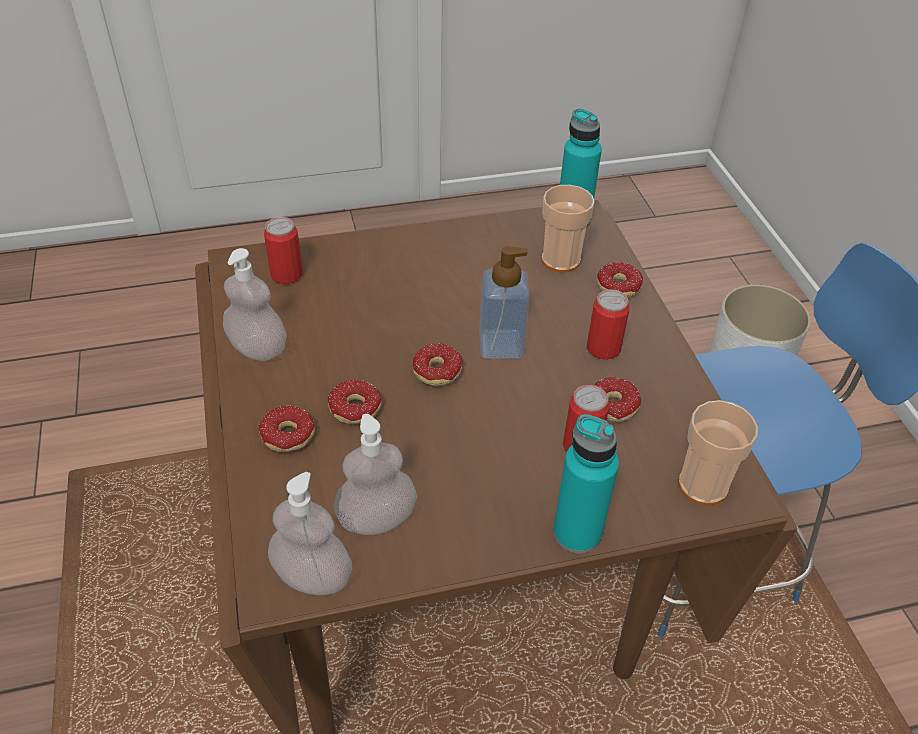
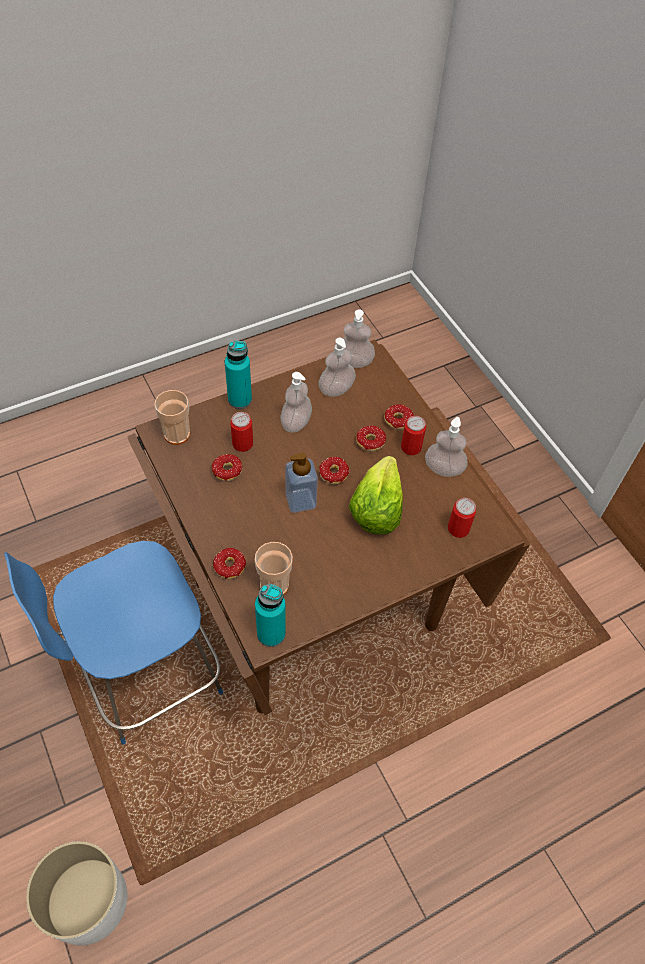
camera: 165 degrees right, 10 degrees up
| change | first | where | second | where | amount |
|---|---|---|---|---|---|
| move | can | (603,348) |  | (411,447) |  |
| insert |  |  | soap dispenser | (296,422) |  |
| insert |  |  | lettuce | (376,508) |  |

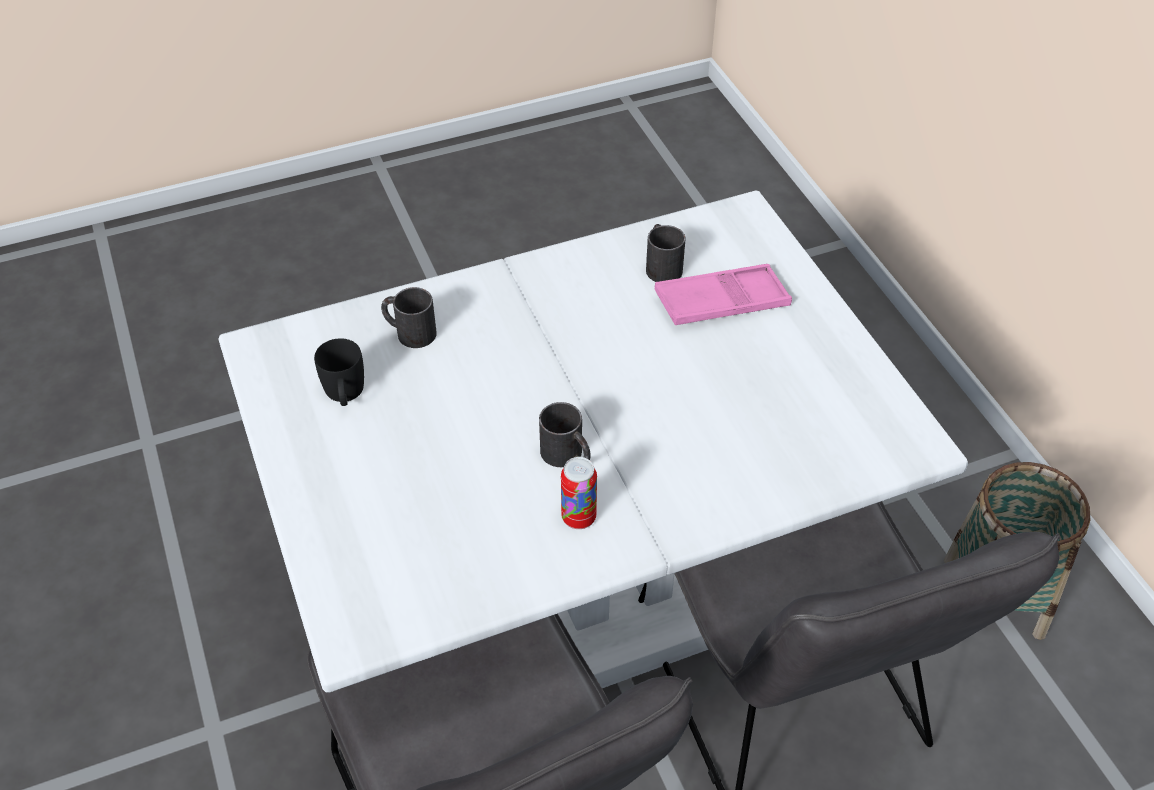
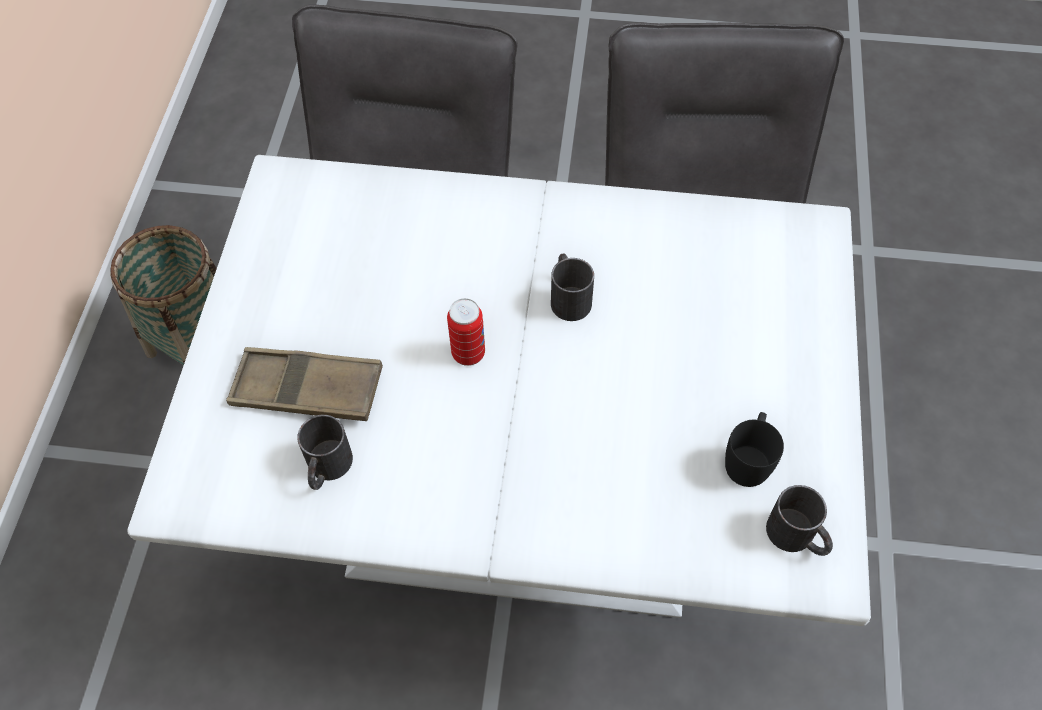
camera: 150 degrees left, 10 degrees up
| change | first | where | second | where | amount |
|---|---|---|---|---|---|
| move | black mug | (409,332) |  | (797,537) |  |
| move | can | (578,517) |  | (468,353) |  |
| recolor | pink tray | (721,302) | brown tray | (307,390) |  |

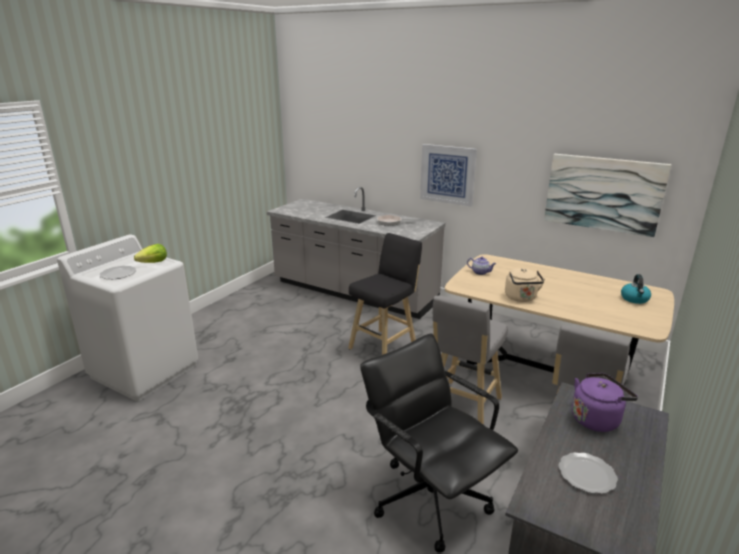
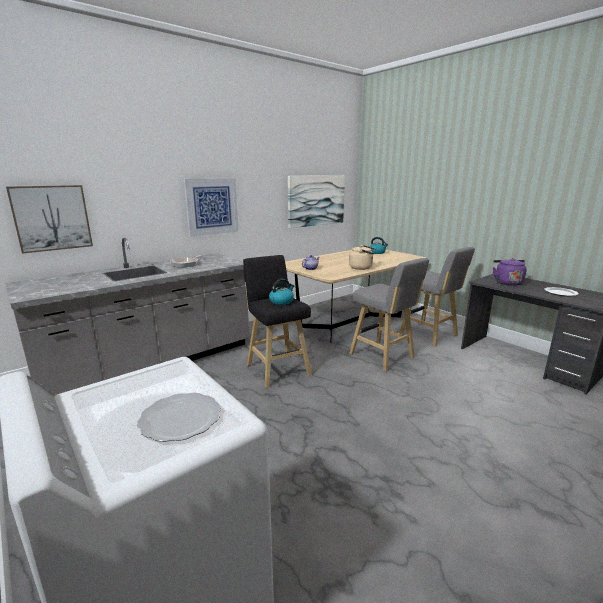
camera: 70 degrees left, 5 degrees down
| change | first | where | second | where | amount |
|---|---|---|---|---|---|
| delete | lettuce | (154,263) |  |  |  |
| delete | black office chair | (431,498) |  |  |  |
| insert |  |  | picture | (52,218) |  |
| insert |  |  | kettle | (281,301) |  |

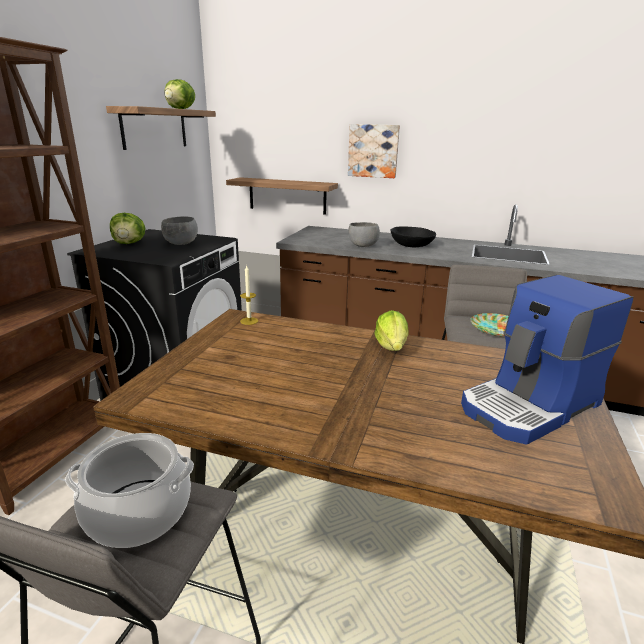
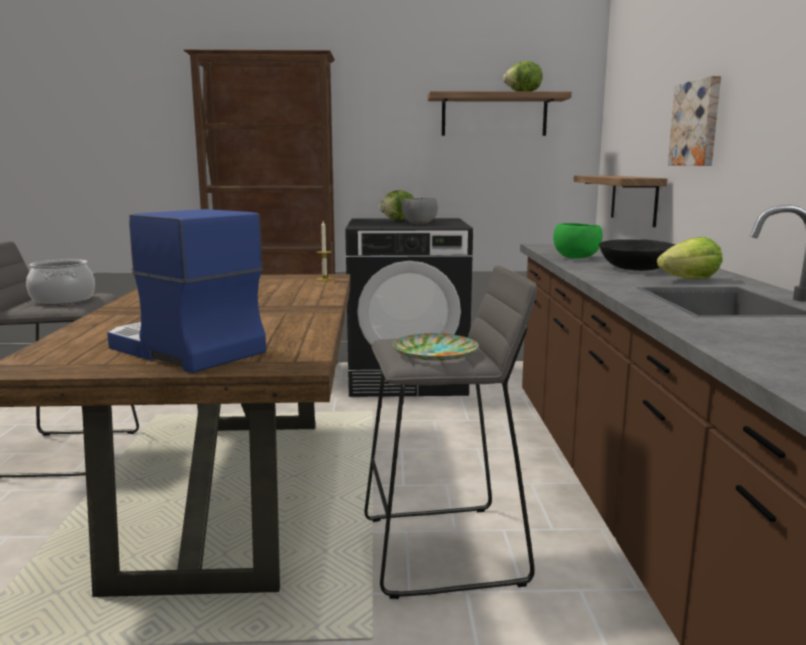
camera: 70 degrees right, 10 degrees down
| change | first | where | second | where | amount |
|---|---|---|---|---|---|
| recolor | grey bowl | (362,246) | green bowl | (575,258) |  |
| move | lettuce | (391,347) |  | (689,279) |  |

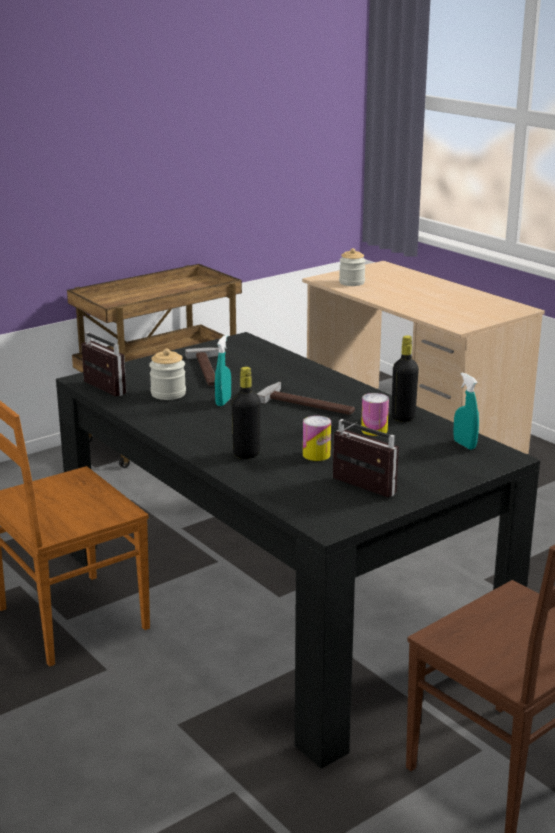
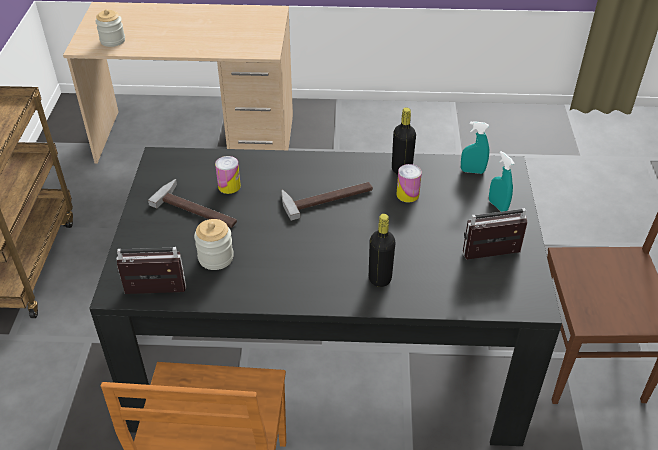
camera: 50 degrees left, 20 degrees up
| change | first | where | second | where | amount |
|---|---|---|---|---|---|
| move | turquoise spray bottle | (223,402) |  | (497,206) |  |
| move | can | (316,455) |  | (229,186) |  |

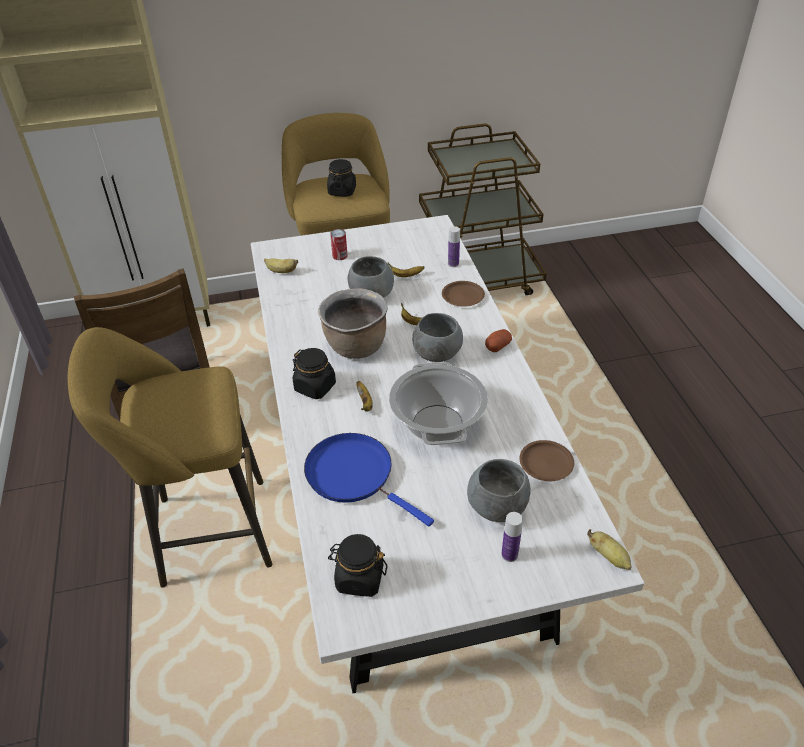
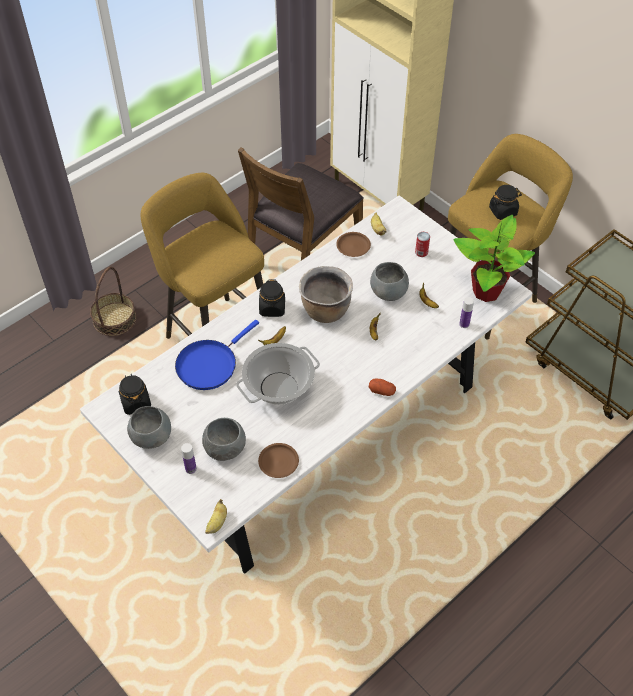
camera: 60 degrees right, 10 degrees up
| change | first | where | second | where | amount |
|---|---|---|---|---|---|
| rotate | blue frying pan | (354,475) |  | (209,364) | 150 degrees counterclockwise |
| move | grey bowl | (436,354) |  | (151,437) |  |
| move | brown plate | (462,296) |  | (353,246) |  |
| insert |  |  | basket | (114,319) |  |
| insert |  |  | potted plant | (486,291) |  |

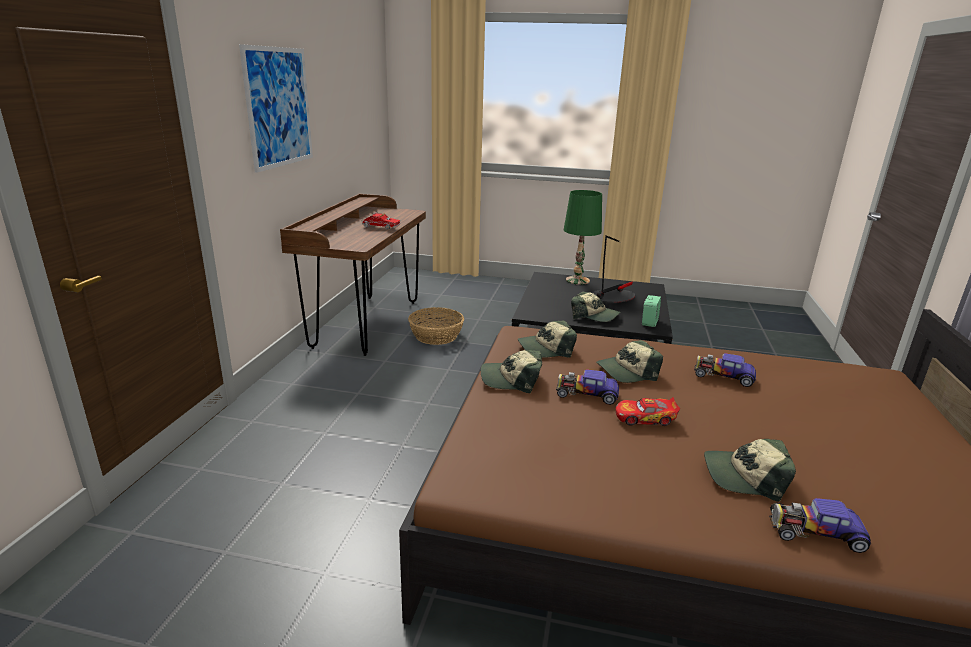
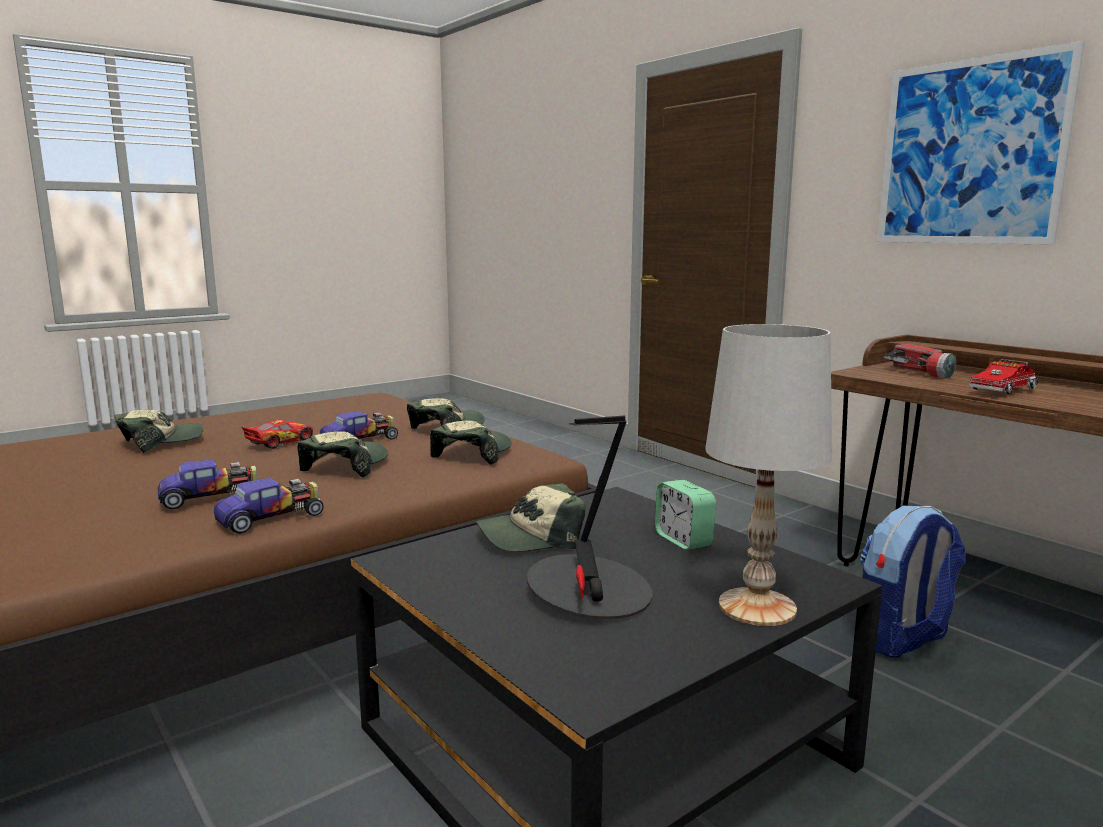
camera: 130 degrees right, 10 degrees down
| change | first | where | second | where | amount |
|---|---|---|---|---|---|
| replace | basket | (436,336) | backpack | (902,640) |  |
| recolor | green table lamp | (577,280) | white table lamp | (757,606) |  |
| move | alarm clock | (649,322) |  | (683,540) |  |
| move | toy car | (815,532) |  | (271,517) |  |
| insert |  |  | flashlight | (921,373) |  |

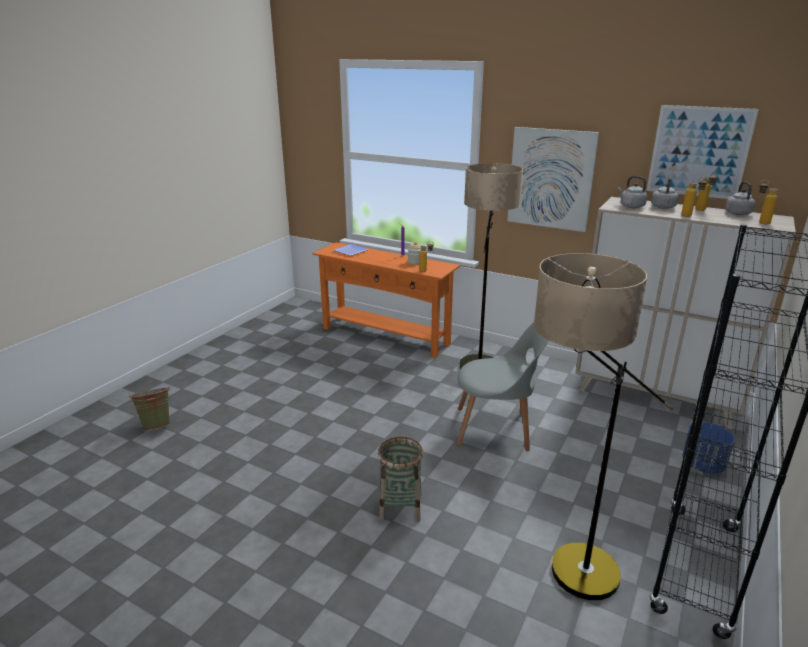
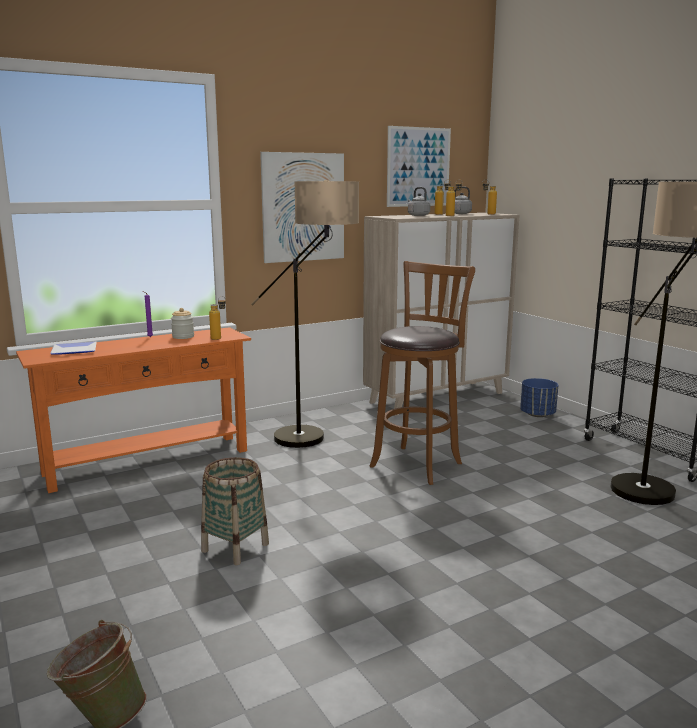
camera: 60 degrees left, 10 degrees down
| change | first | where | second | where | amount |
|---|---|---|---|---|---|
| move | basket | (400,507) |  | (235,547) |  |
| replace | grey chair | (496,429) | brown stool | (418,463) |  |
| delete | grey kettle | (630,206) |  |  |  |

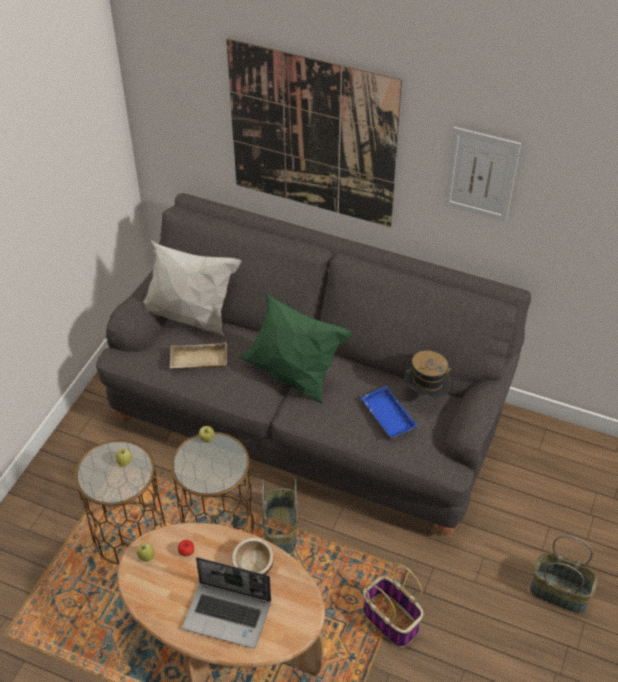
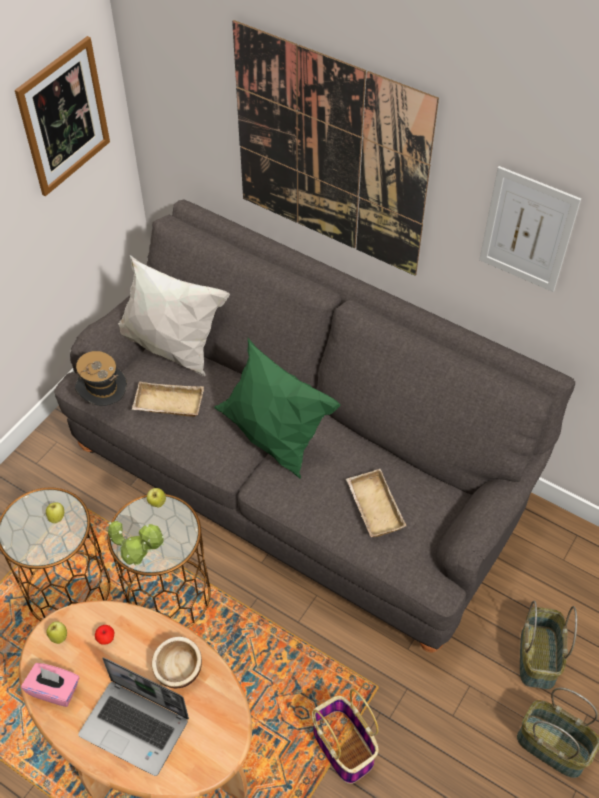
camera: 10 degrees right, 5 degrees up
| change | first | where | second | where | amount |
|---|---|---|---|---|---|
| move | basket | (281,530) |  | (539,657) |  |
| recolor | blue tray | (386,416) | beige tray | (372,506) |  |
| move | hat | (425,396) |  | (105,402) |  |
| insert |  |  | picture | (64,117) |  |
| insert |  |  | pink tissue box | (55,690) |  |
| insert |  |  | potted plant | (140,561) |  |

